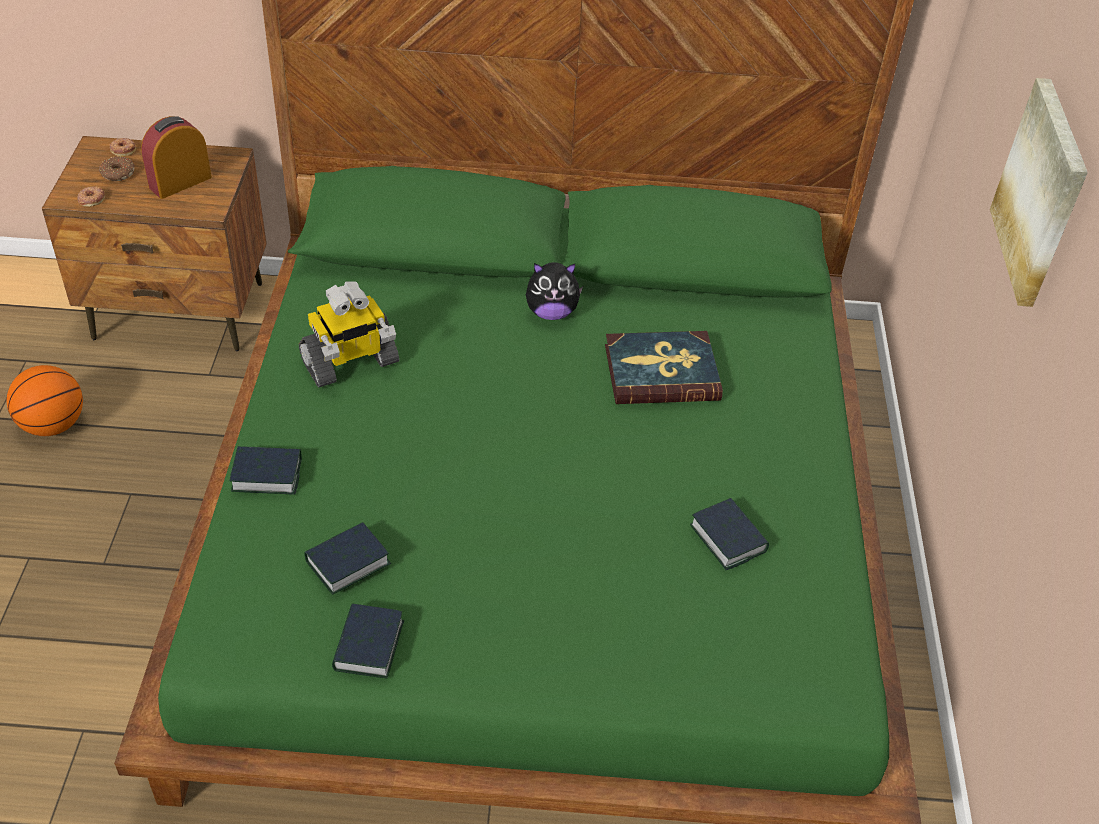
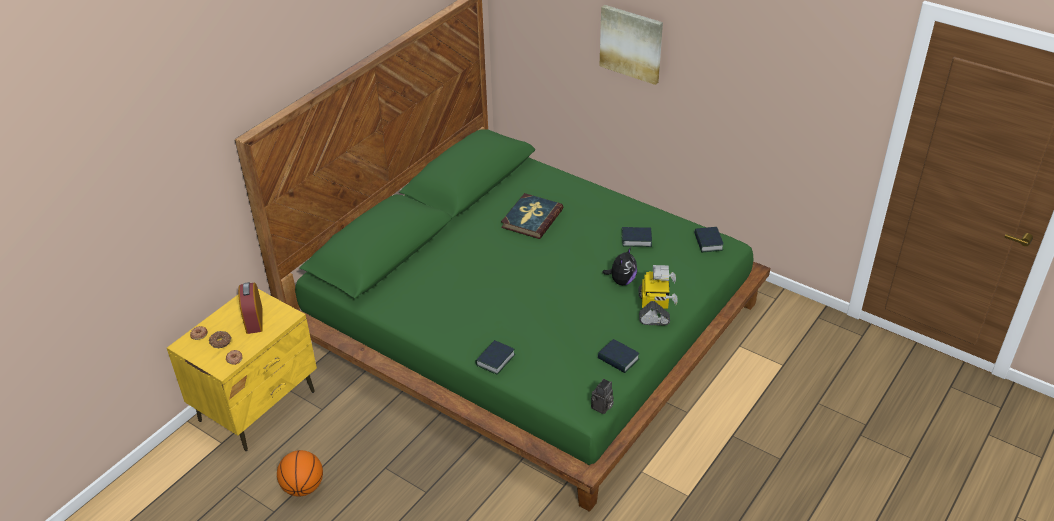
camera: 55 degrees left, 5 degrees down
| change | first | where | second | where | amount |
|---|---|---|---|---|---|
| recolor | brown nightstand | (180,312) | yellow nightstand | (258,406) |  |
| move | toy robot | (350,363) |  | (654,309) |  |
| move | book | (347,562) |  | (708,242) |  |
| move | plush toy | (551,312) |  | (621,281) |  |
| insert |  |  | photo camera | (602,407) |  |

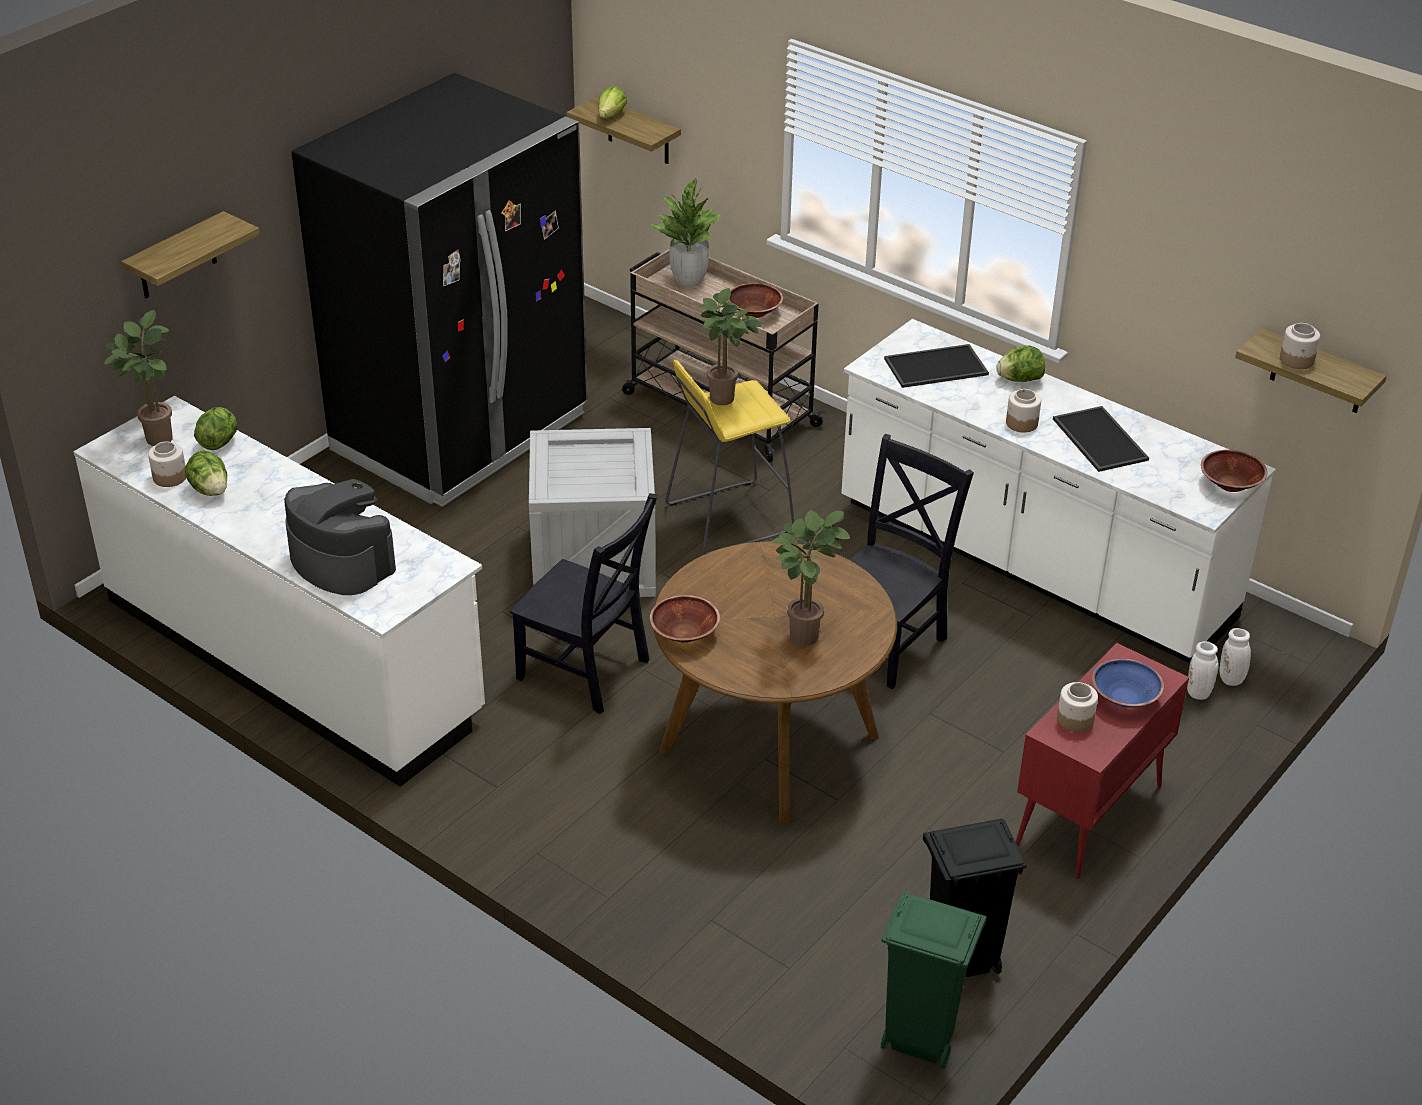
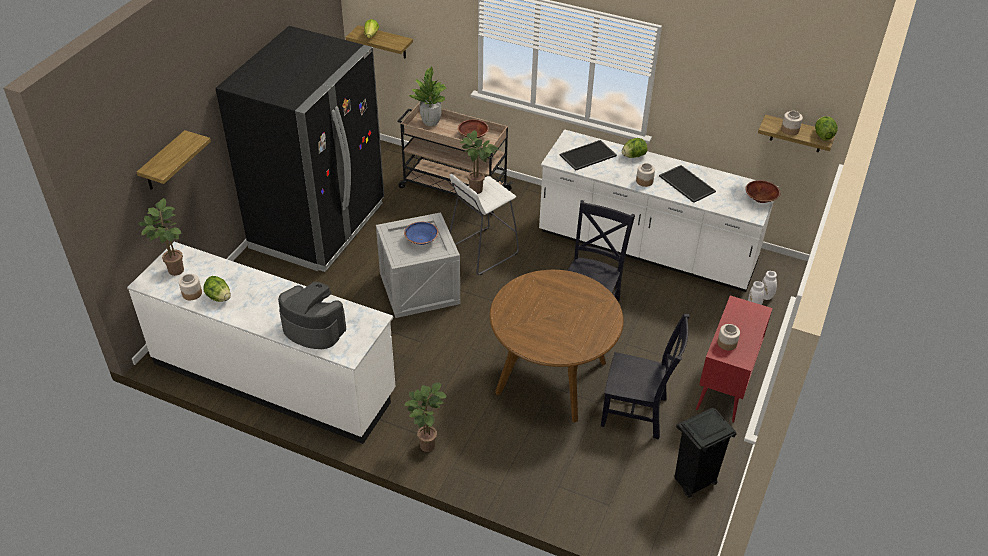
camera: 15 degrees left, 5 degrees up
| change | first | where | second | where | amount |
|---|---|---|---|---|---|
| move | lettuce | (219,442) |  | (823,136) |  |
| move | black chair | (587,672) |  | (637,413) |  |
| delete | brown bowl | (685,634) |  |  |  |
| recolor | yellow stool | (727,518) | white stool | (481,251) |  |
| move | potted plant | (803,633) |  | (426,443) |  |
| delete | green trash can | (918,1041) |  |  |  |
| move | blue bowl | (1124,698) |  | (421,240) |  |

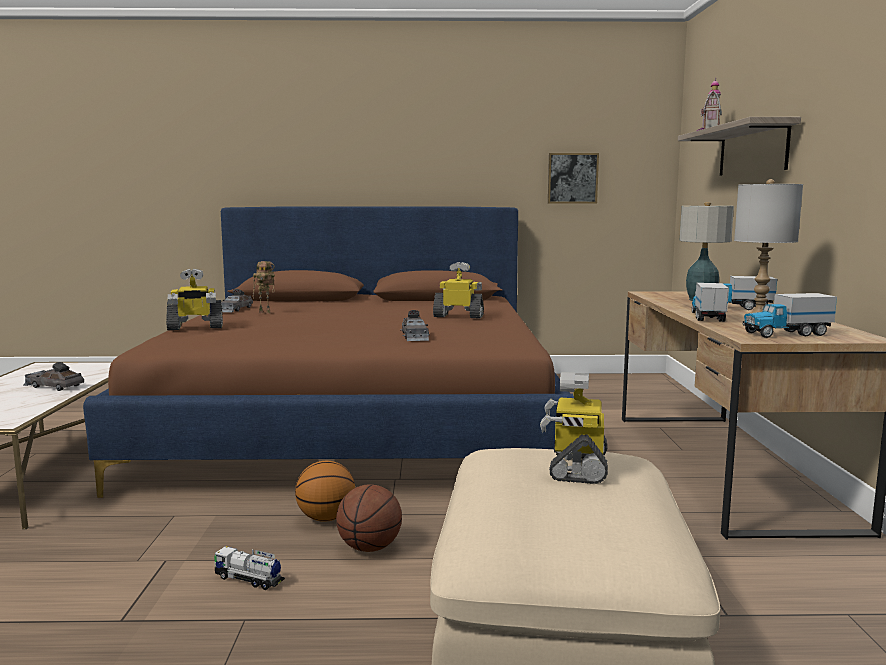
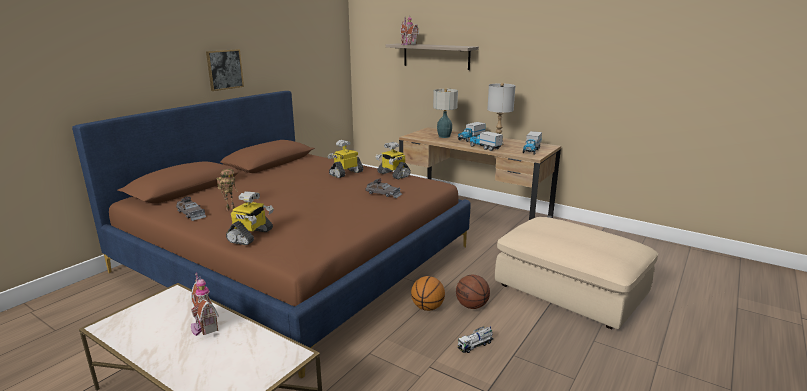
camera: 55 degrees left, 10 degrees up
| change | first | where | second | where | amount |
|---|---|---|---|---|---|
| replace | grey toy car | (53,386) | toy house | (203,326) |  |
| move | toy robot | (576,466) |  | (393,174) |  |
| move | picture | (572,178) |  | (224,69) |  |

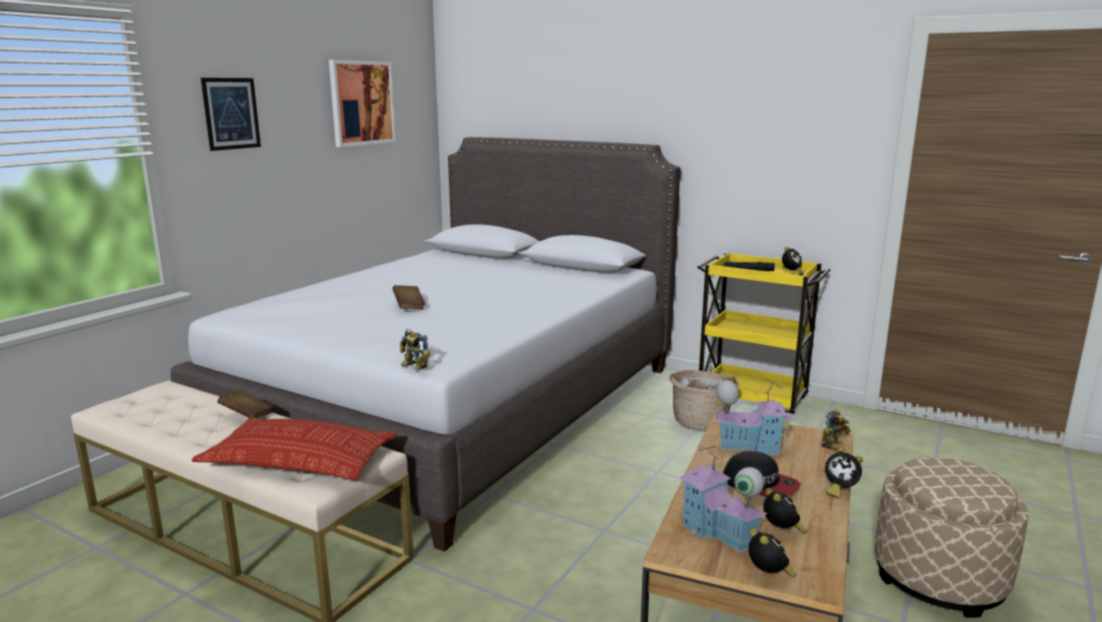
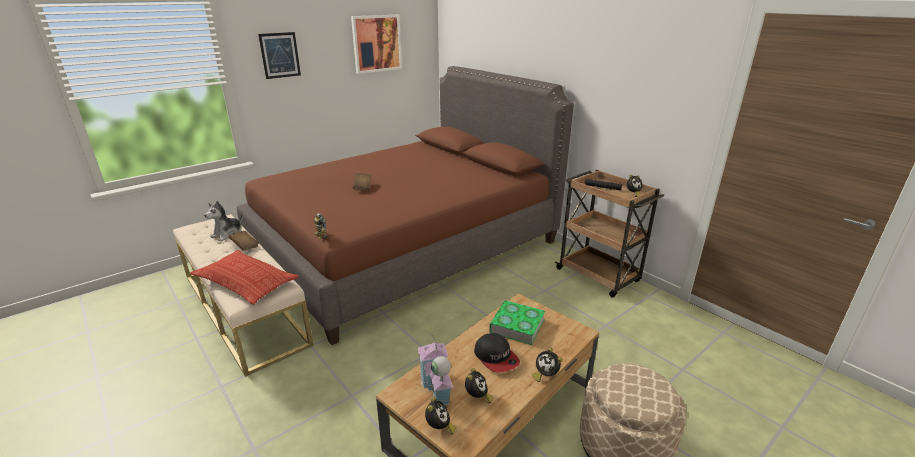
camera: 20 degrees right, 10 degrees up
| change | first | where | second | where | amount |
|---|---|---|---|---|---|
| recolor | grey bed | (457,407) | brown bed | (406,247) |  |
| delete | basket | (701,423) |  |  |  |
| recolor | yellow cart | (752,399) | brown cart | (599,276) |  |
| replace | toy house | (750,446) | book | (517,326) |  |
| delete | toy robot | (834,445) |  |  |  |
| insert |  |  | plush toy | (228,234) |  |

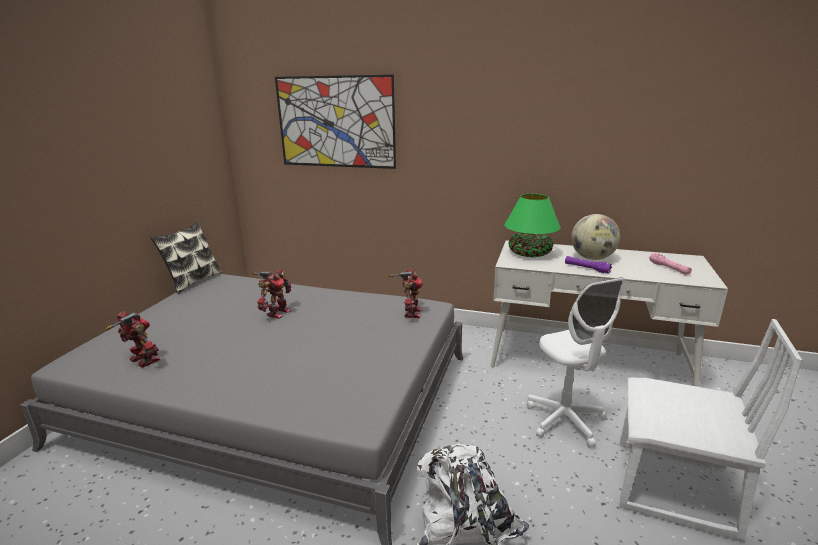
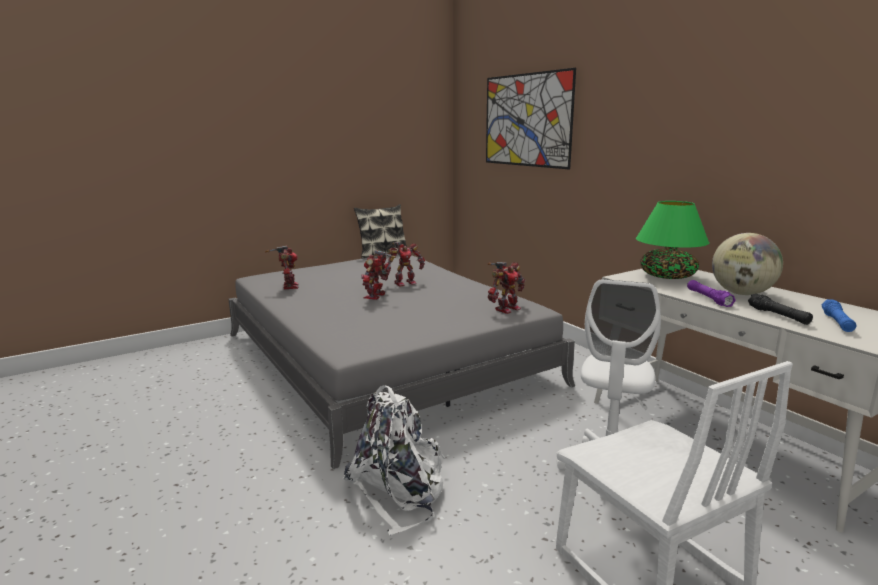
camera: 40 degrees right, 5 degrees down
| change | first | where | second | where | amount |
|---|---|---|---|---|---|
| recolor | pink flashlight | (669,268) | blue flashlight | (837,322) |  |
| insert |  |  | toy robot | (376,296) |  |
| insert |  |  | black flashlight | (778,316) |  |

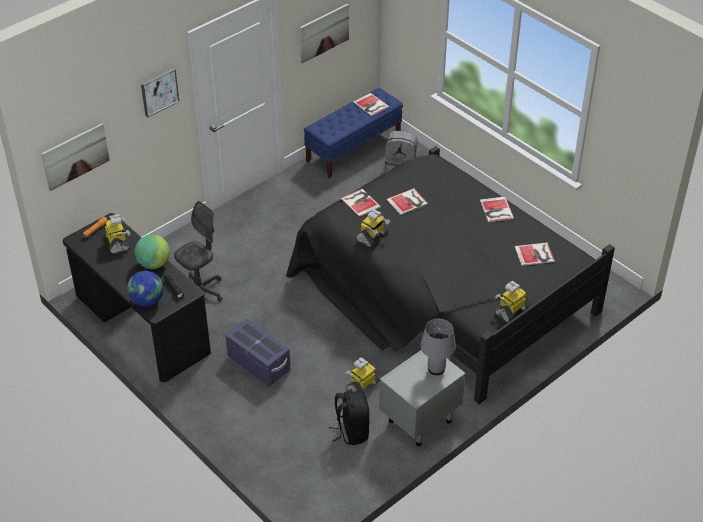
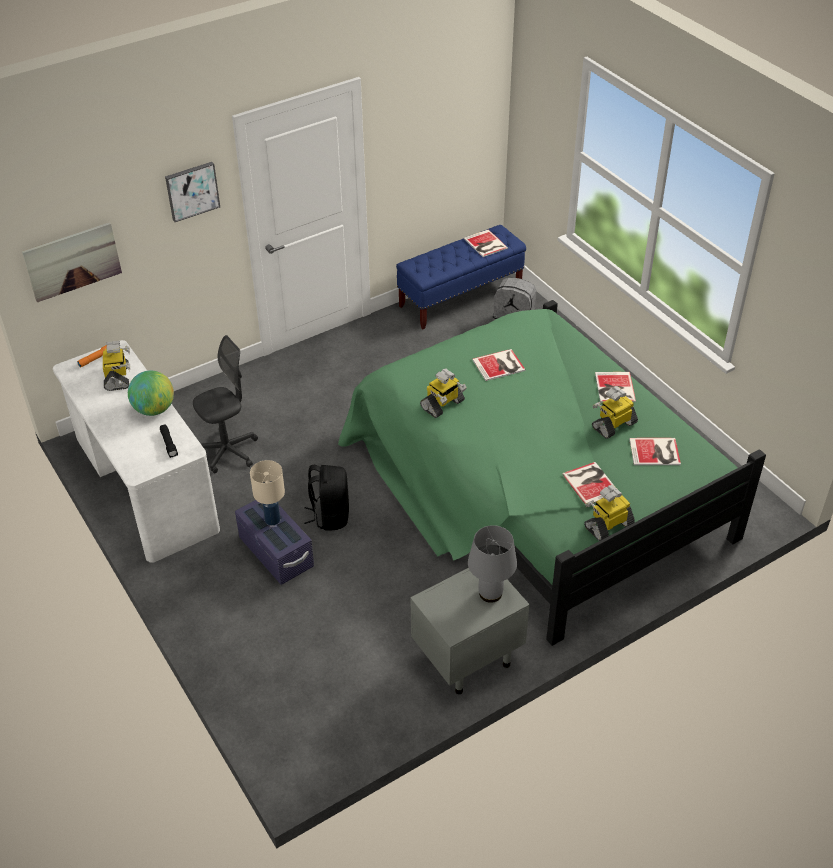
camera: 10 degrees right, 0 degrees up
| change | first | where | second | where | amount |
|---|---|---|---|---|---|
| recolor | black desk | (141,325) | white desk | (144,485) |  |
| delete | globe | (147,301) |  |  |  |
| recolor | black bed | (443,291) | green bed | (534,487) |  |
| delete | picture | (324,32) |  |  |  |
| move | black backpack | (351,431) |  | (330,515) |  |
| move | book | (360,202) |  | (591,482) |  |
| move | toy robot | (362,385) |  | (613,425) |  |
| insert |  |  | beige table lamp | (272,520) |  |

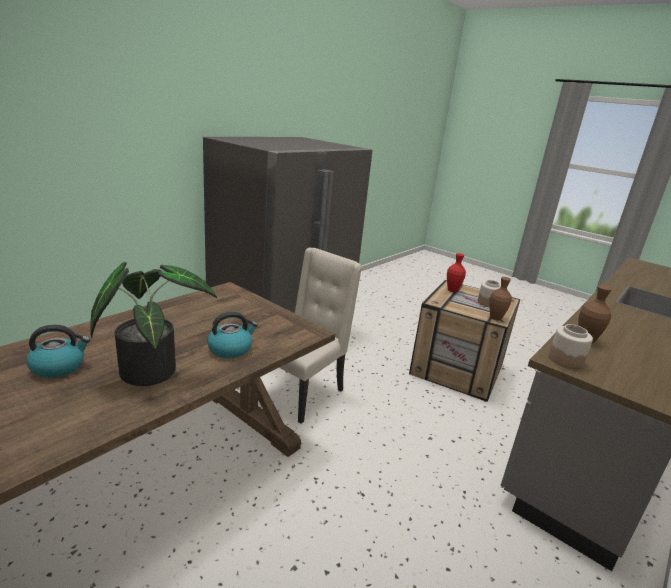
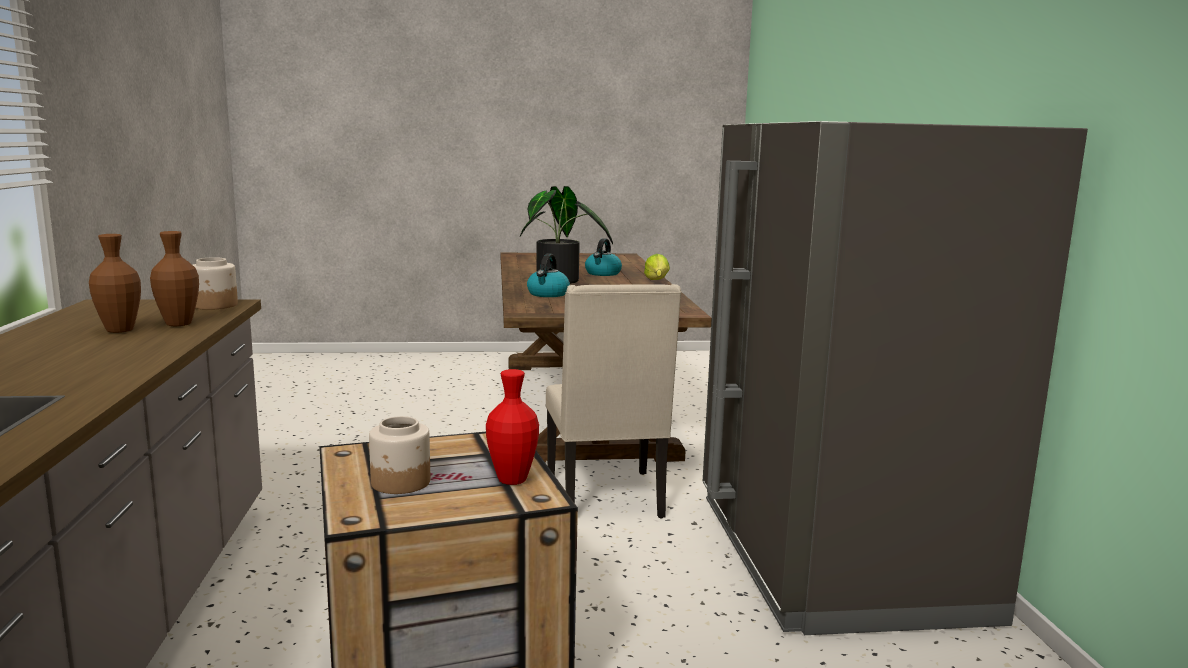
camera: 135 degrees right, 10 degrees down
| change | first | where | second | where | amount |
|---|---|---|---|---|---|
| move | brown vase | (495,318) |  | (120,330) |  |
| insert |  |  | lettuce | (656,282) |  |

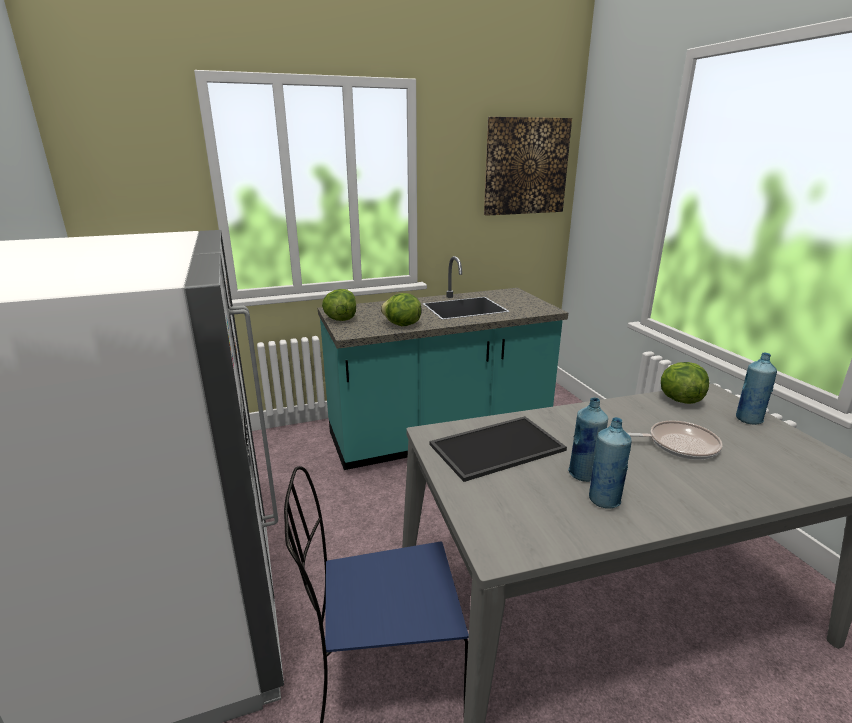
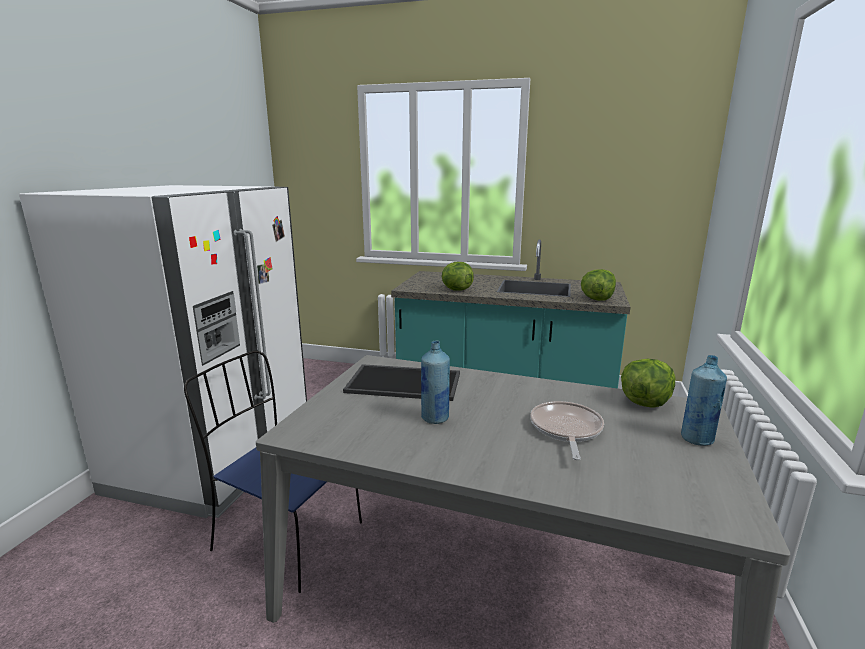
camera: 35 degrees right, 5 degrees down
| change | first | where | second | where | amount |
|---|---|---|---|---|---|
| move | lettuce | (340,319) |  | (596,299) |  |
| delete | picture | (526,166) |  |  |  |
| delete | blue bottle | (604,500) |  |  |  |
| rotate | frying pan | (678,444) |  | (565,430) | 120 degrees counterclockwise |

